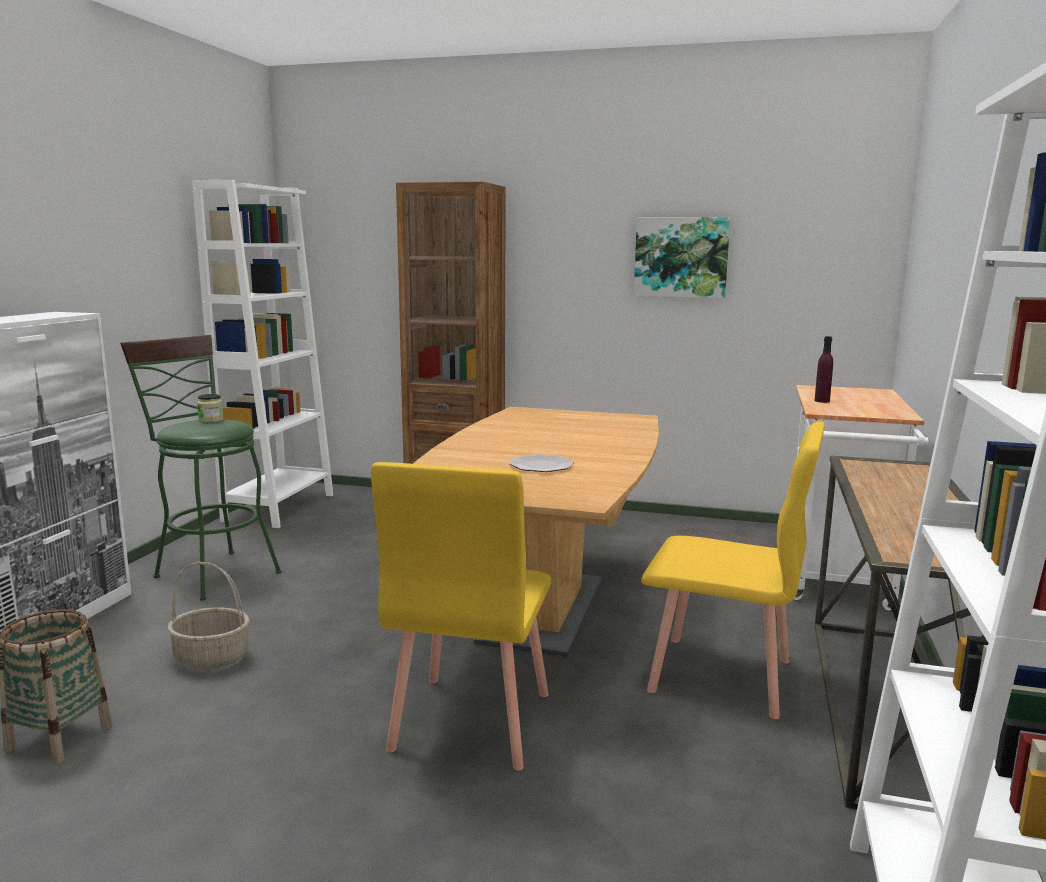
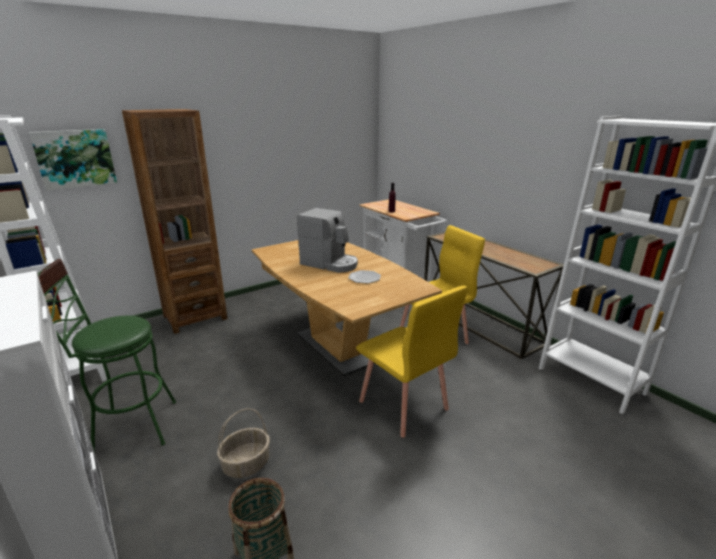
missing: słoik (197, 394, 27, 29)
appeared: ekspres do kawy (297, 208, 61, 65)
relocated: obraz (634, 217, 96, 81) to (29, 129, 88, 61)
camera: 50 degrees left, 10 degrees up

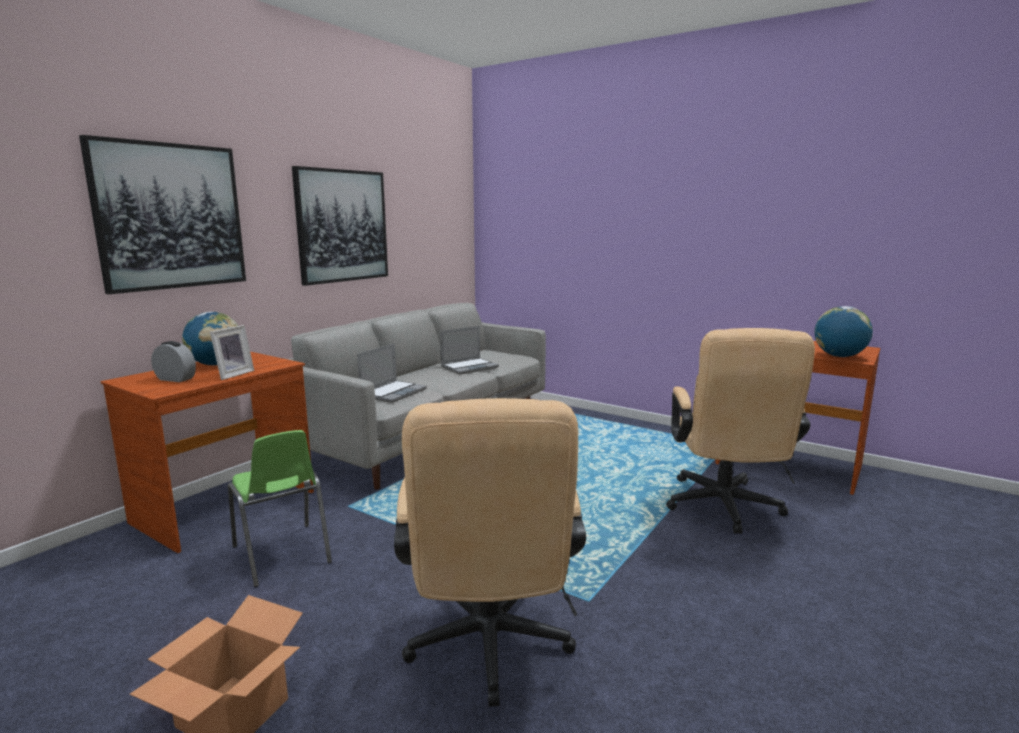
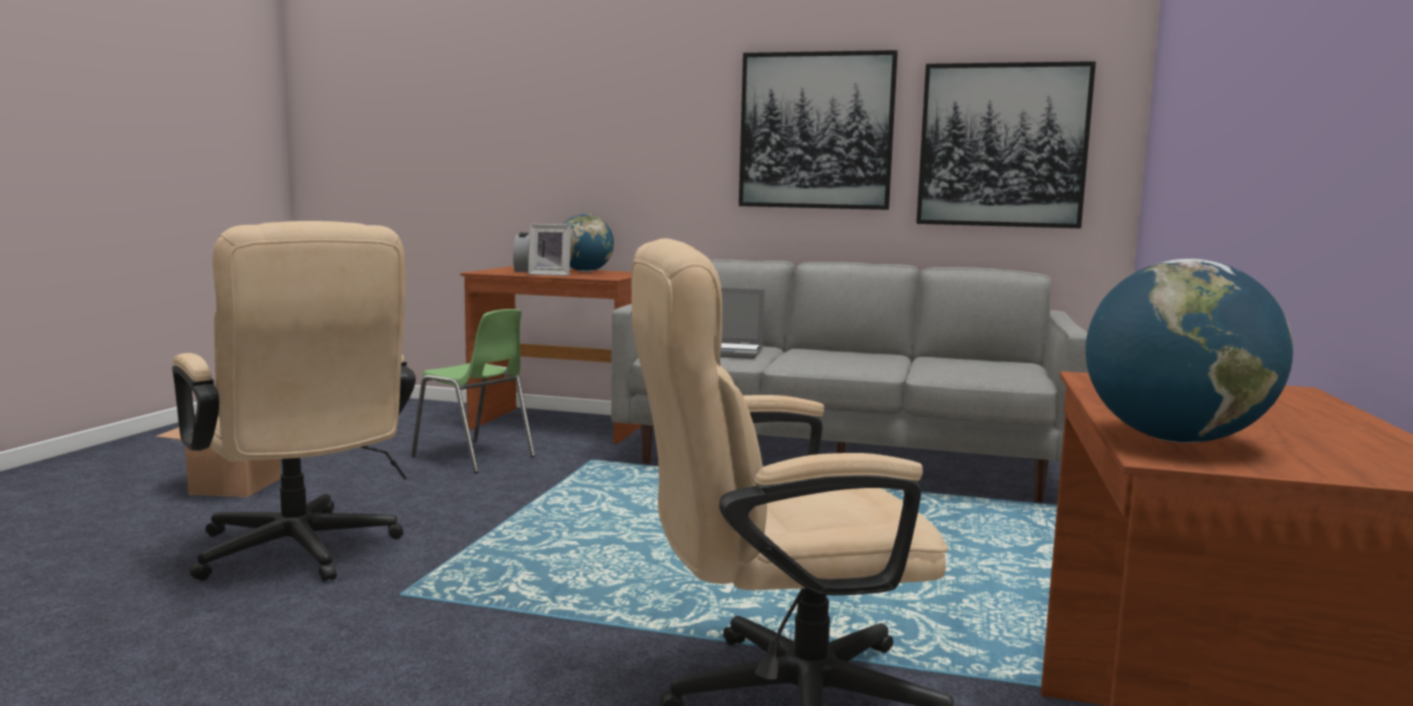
missing: laptop (440, 326, 59, 49)
relocated: obraz (79, 135, 167, 159) to (916, 61, 180, 167)
spun: krzesło biurowe (beżowy) (394, 398, 192, 309) = (172, 221, 244, 361) 105 degrees counterclockwise; krzesło (zielony) (228, 430, 104, 157) = (411, 309, 124, 164) 90 degrees counterclockwise
camera: 70 degrees right, 5 degrees down

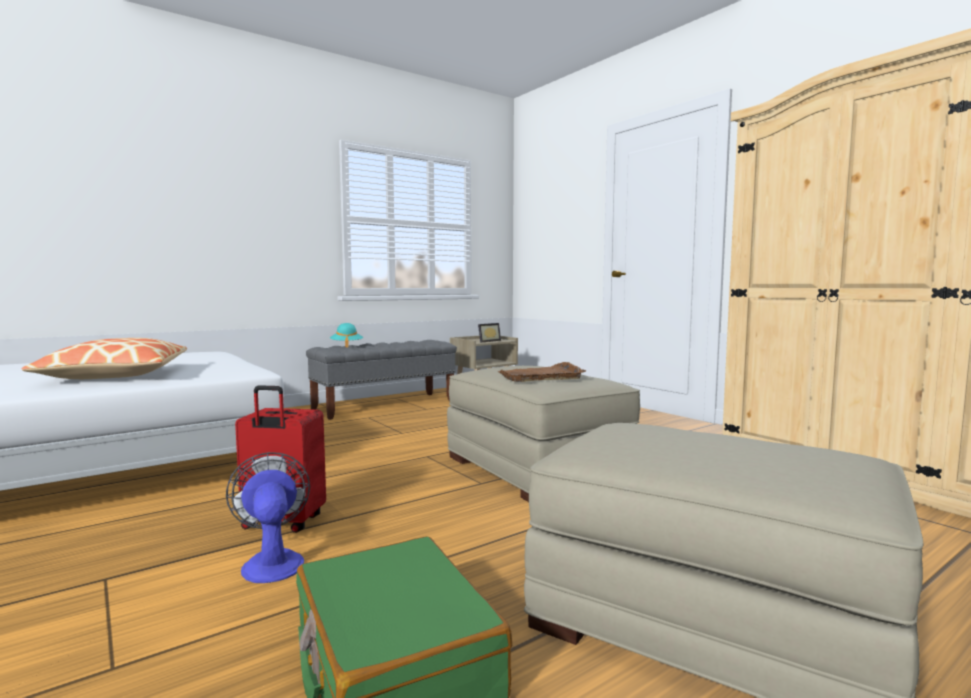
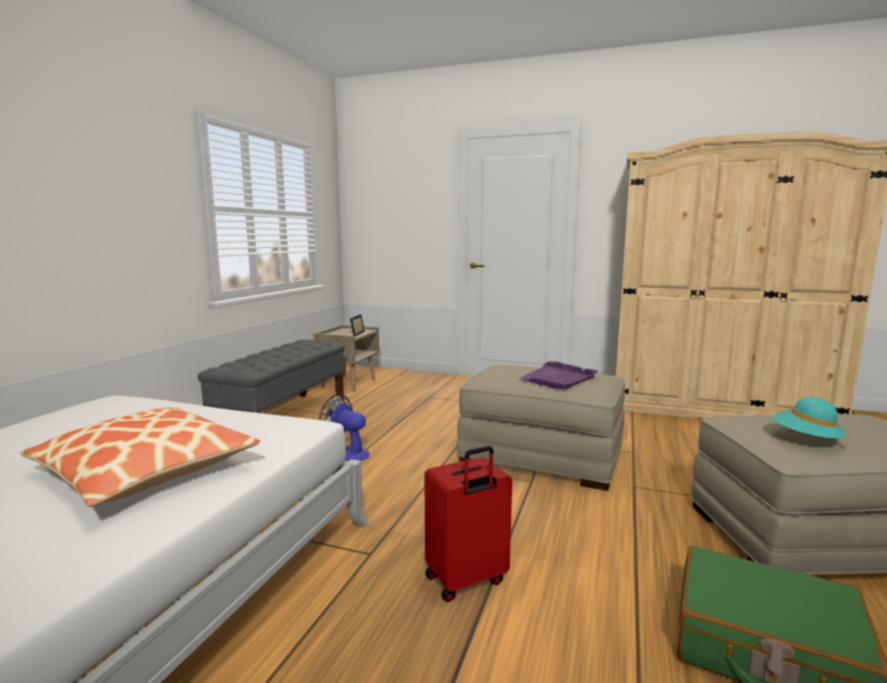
relocated: wentylator (226, 452, 84, 131) to (319, 394, 51, 67); kapelusz (turkusowy) (330, 323, 33, 25) to (773, 397, 75, 51)
colour: taca (brązowy) (498, 362, 88, 20) to taca (fioletowy) (519, 361, 80, 29)
camera: 35 degrees left, 5 degrees up

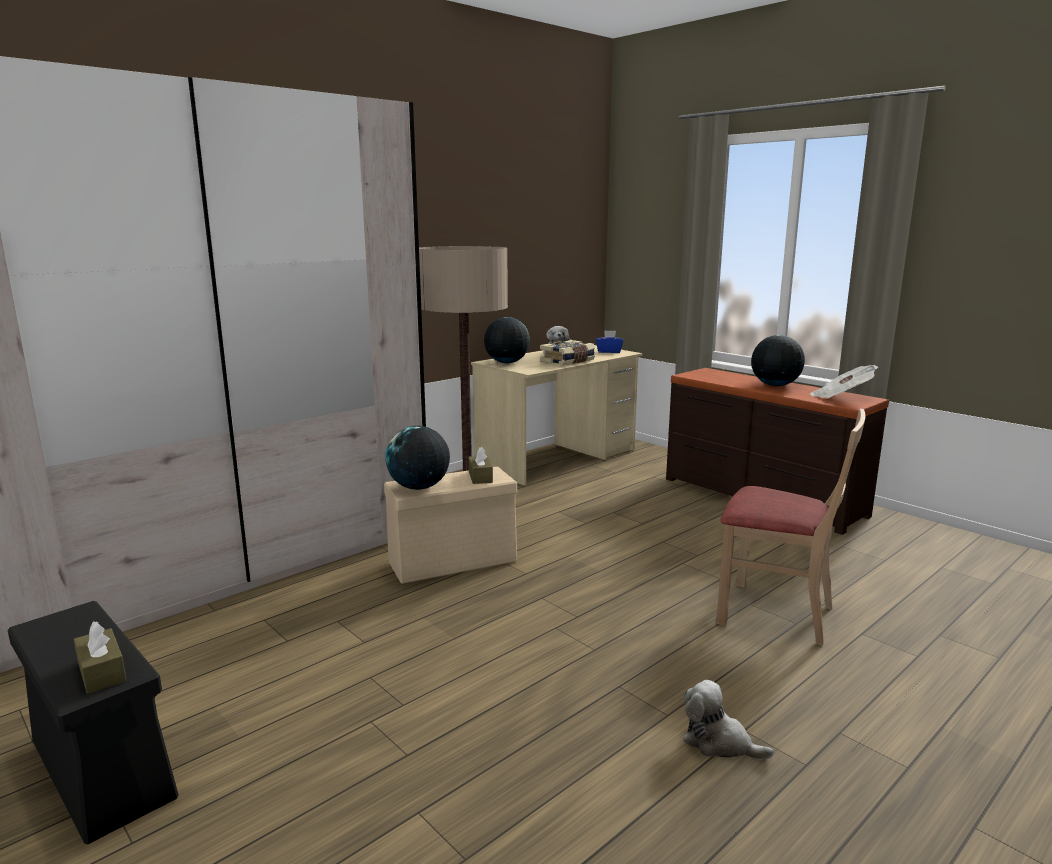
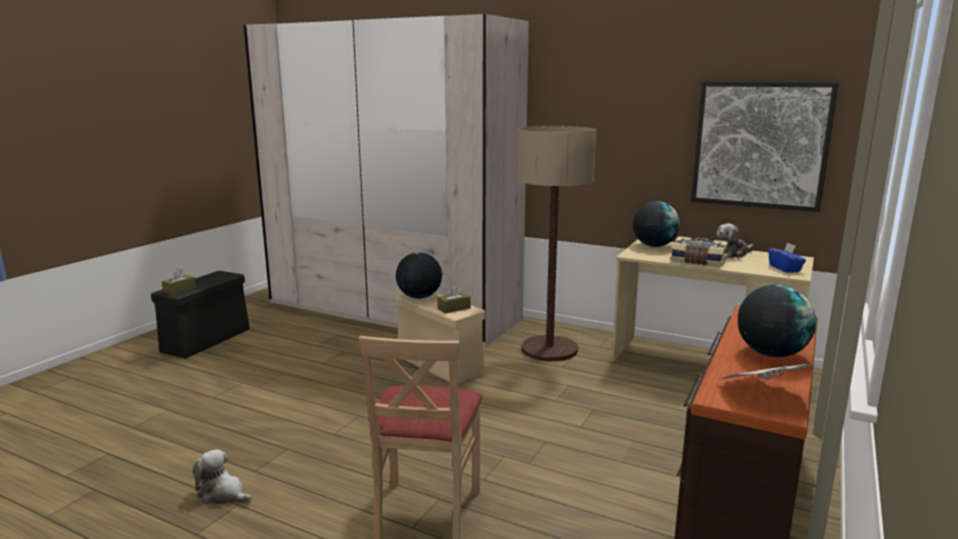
appeared: obraz (691, 81, 148, 131)
spun: pluszak (683, 680, 91, 80) = (192, 449, 60, 55) 75 degrees counterclockwise
camera: 70 degrees right, 0 degrees up

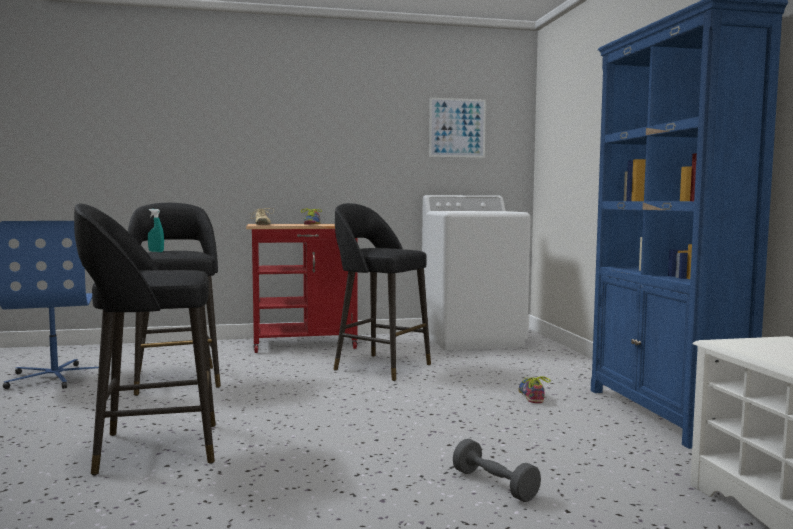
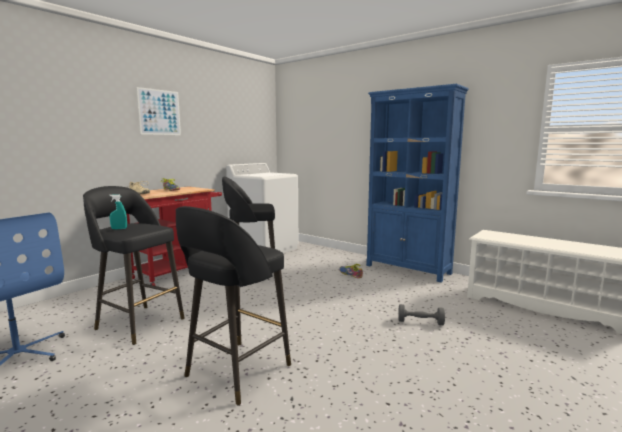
relocated: obraz (429, 97, 57, 61) to (136, 87, 45, 48)
camera: 40 degrees left, 5 degrees up

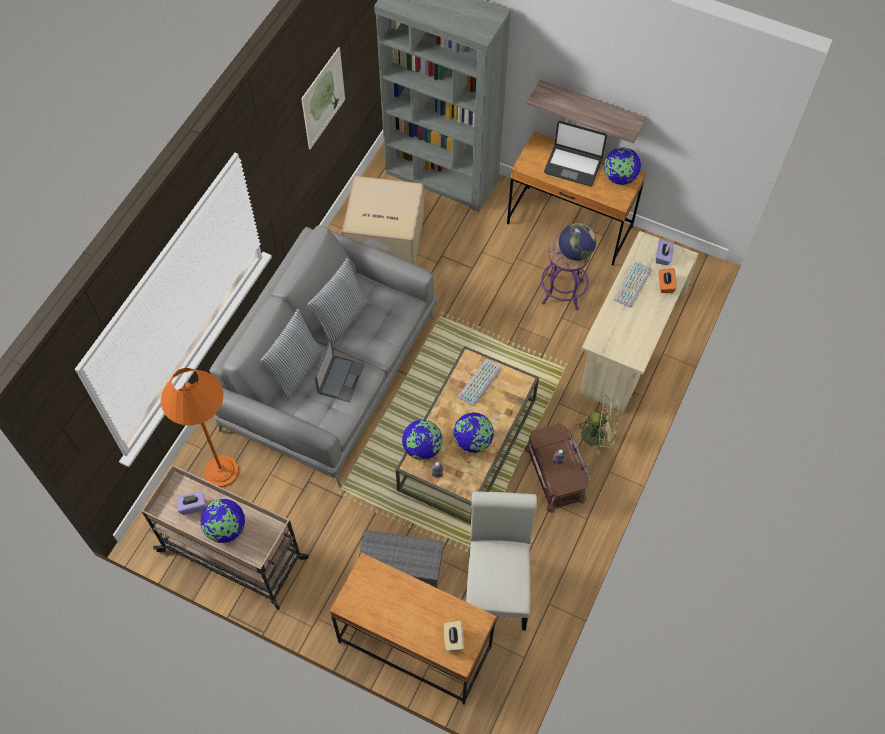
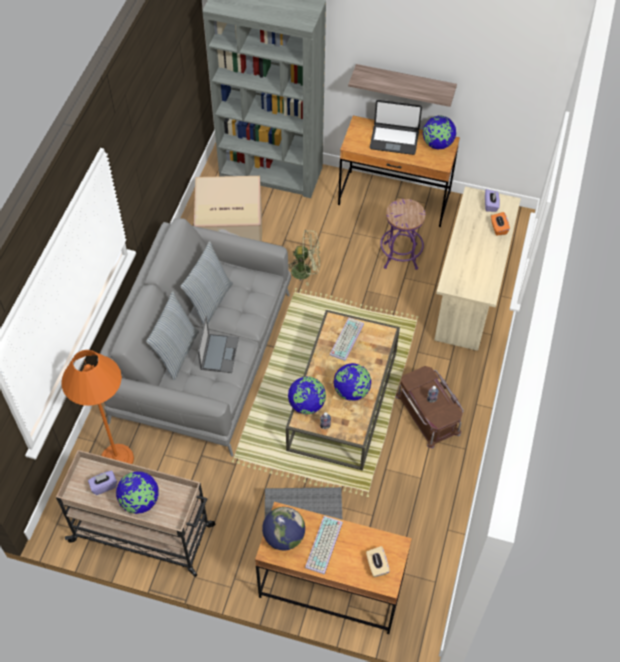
missing: obraz (301, 47, 44, 103); krzesło (biały) (466, 491, 71, 140)
relocated: globus (559, 223, 37, 38) to (262, 507, 43, 44); wentylator (zielony) (575, 395, 44, 60) to (289, 230, 31, 56); klawiatura (614, 261, 38, 47) to (305, 516, 38, 59)
camera: 10 degrees left, 5 degrees down

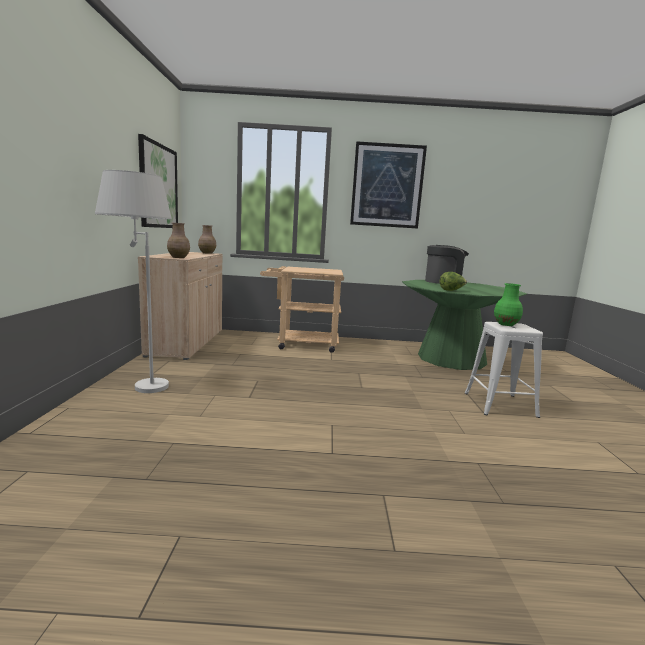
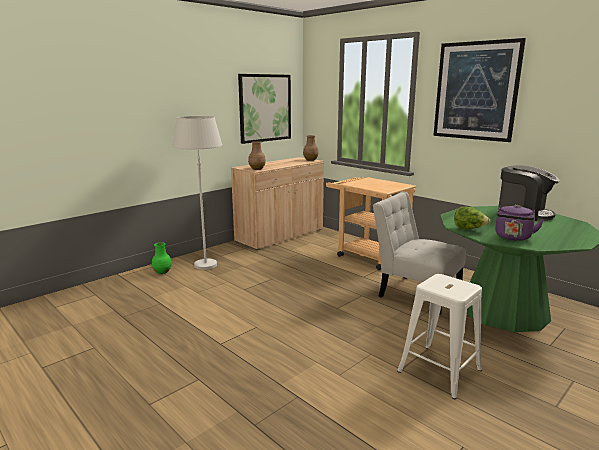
appeared: krzesło (biały) (373, 192, 93, 123); czajnik (fioletowy) (495, 205, 49, 36)
relocated: wazon (zielony) (494, 283, 29, 43) to (152, 242, 20, 32)
camera: 45 degrees right, 5 degrees up

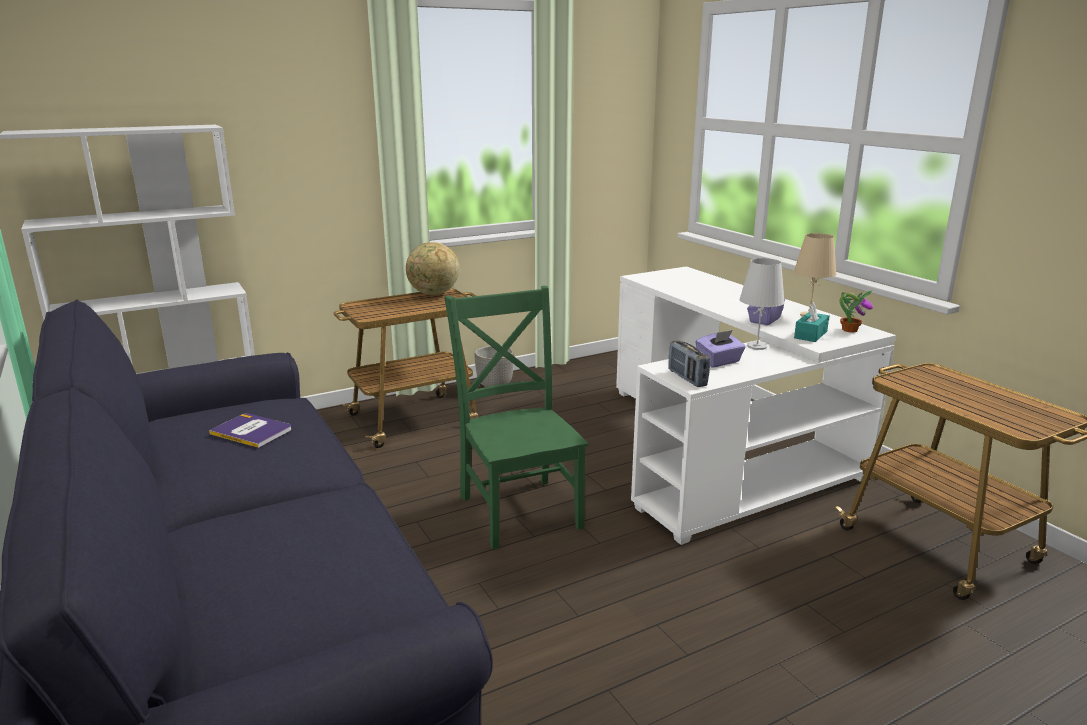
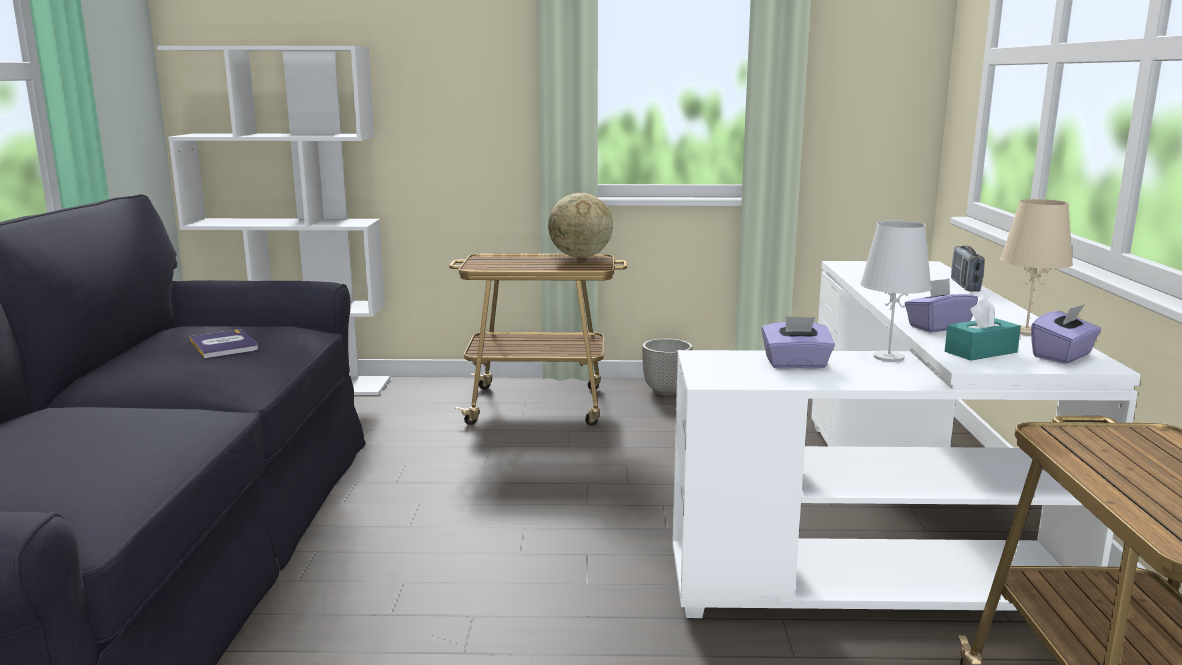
missing: krzesło (zielony) (444, 286, 145, 263)
relocated: radio (668, 340, 42, 47) to (951, 246, 34, 46)
exchanged: roślina doniczkowa (839, 290, 34, 42) to pudełko chusteczek (fioletowy) (1031, 304, 70, 60)
camera: 30 degrees right, 5 degrees down

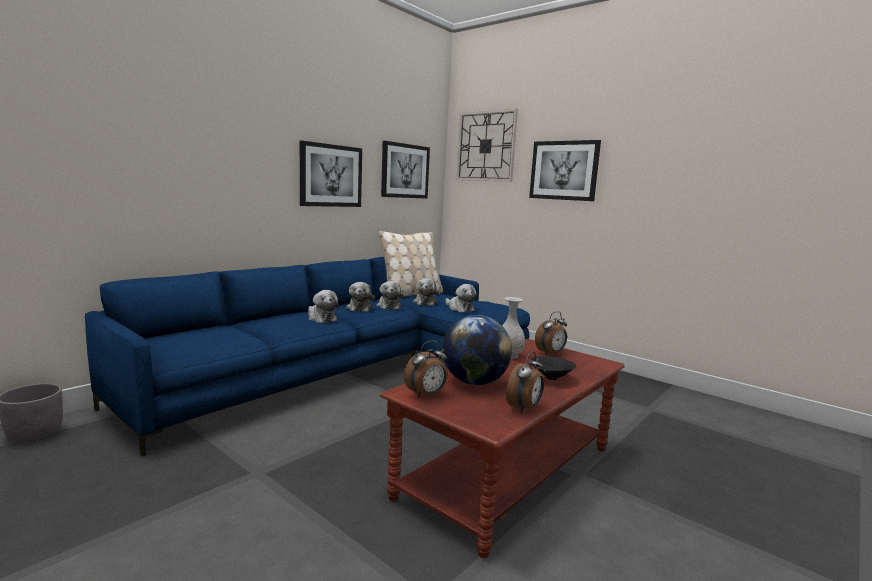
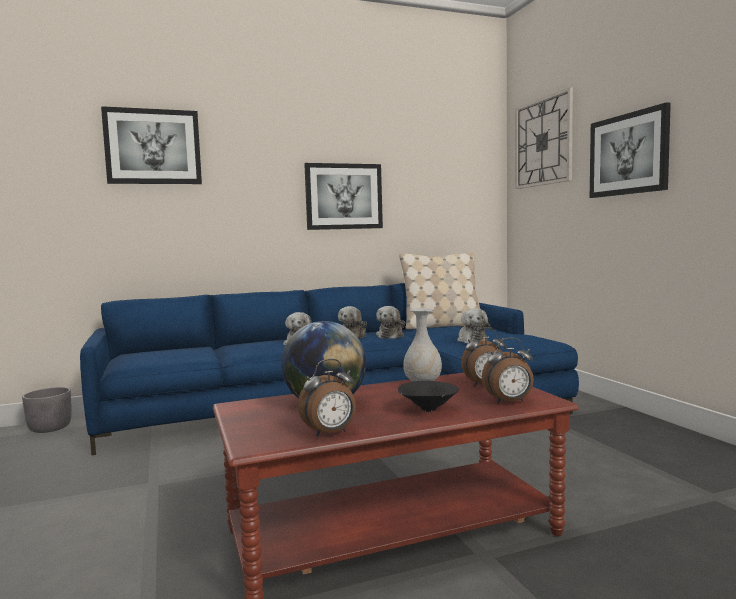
missing: pluszak (413, 278, 27, 28)
relocated: obraz (381, 141, 49, 58) to (101, 106, 101, 78); budzik (404, 341, 43, 57) to (482, 337, 52, 67)
camera: 30 degrees right, 5 degrees down

